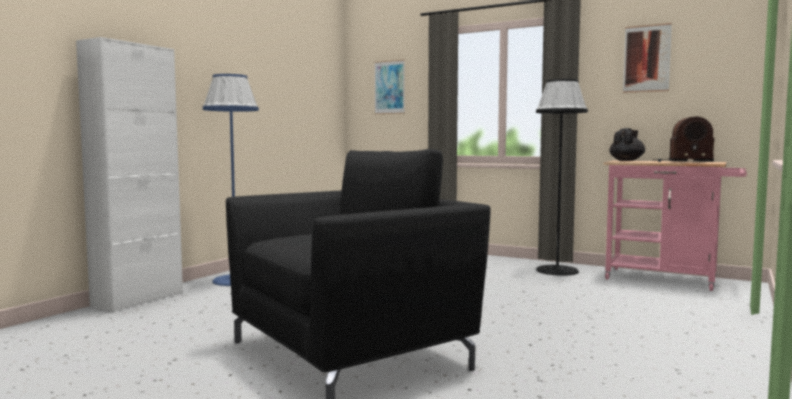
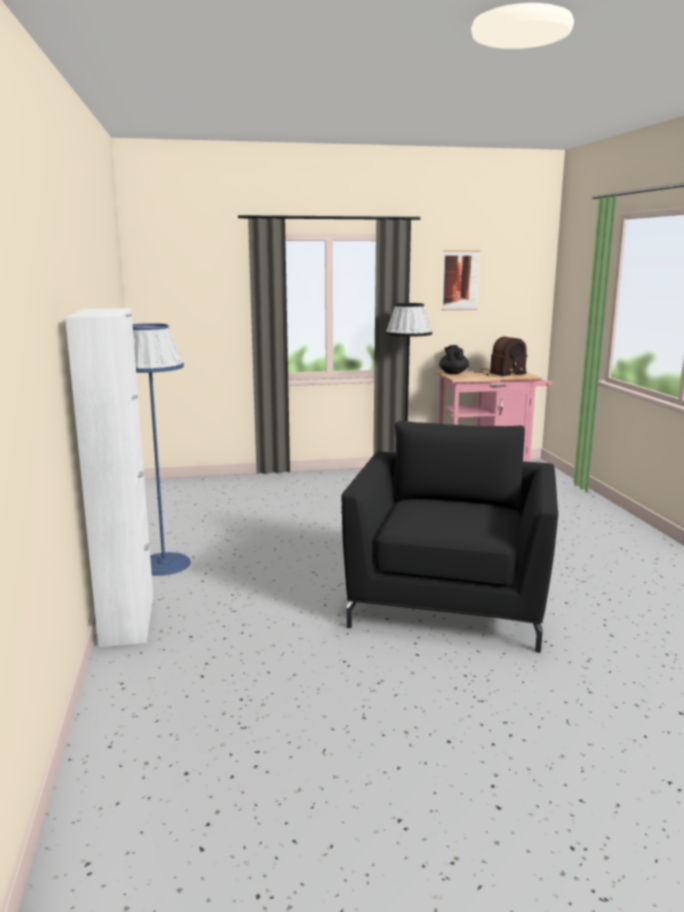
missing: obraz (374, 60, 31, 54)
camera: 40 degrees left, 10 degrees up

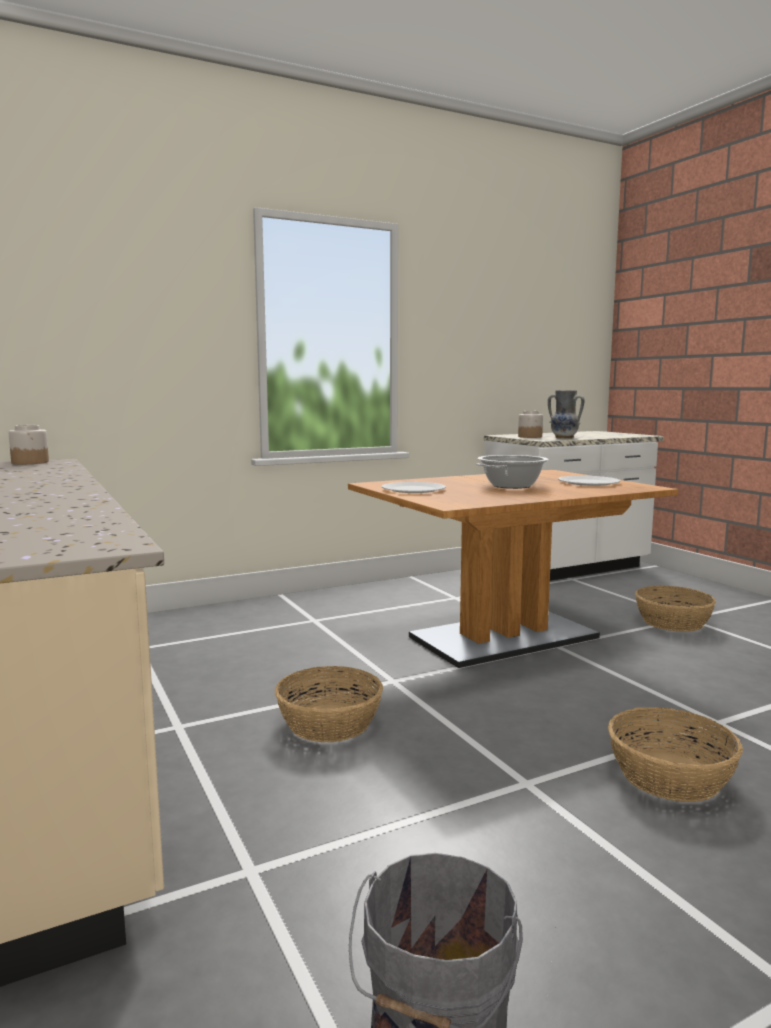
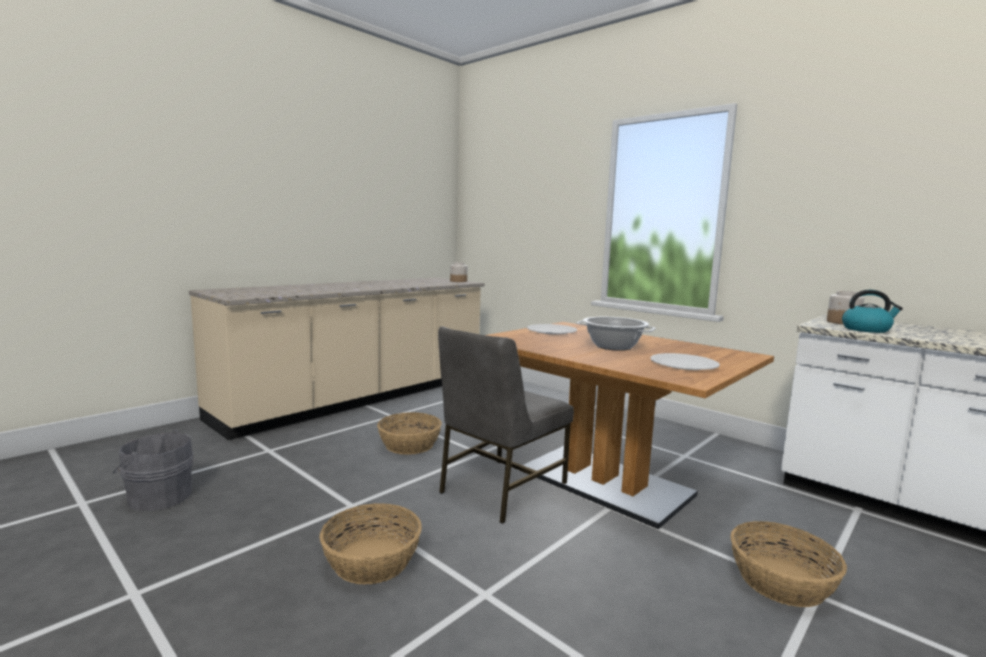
appeared: krzesło (szary) (438, 326, 136, 198)
exchanged: wazon (548, 390, 37, 49) to czajnik (842, 290, 61, 43)
camera: 70 degrees right, 0 degrees up

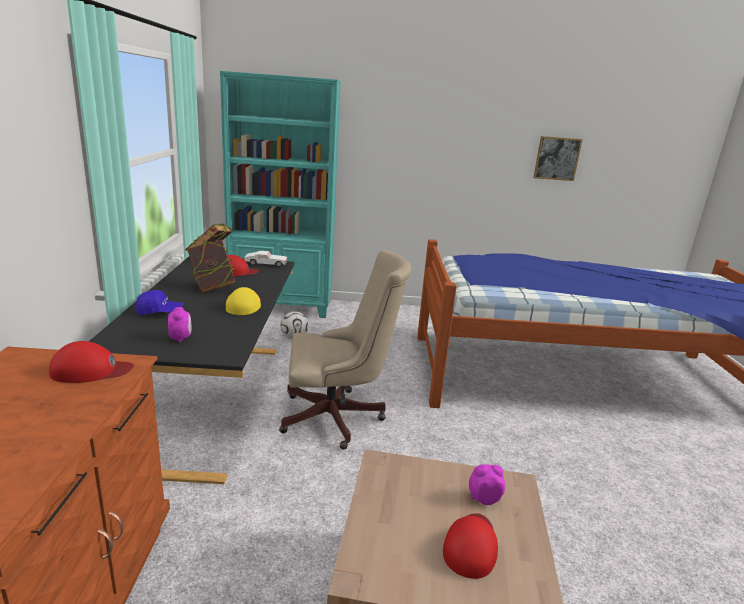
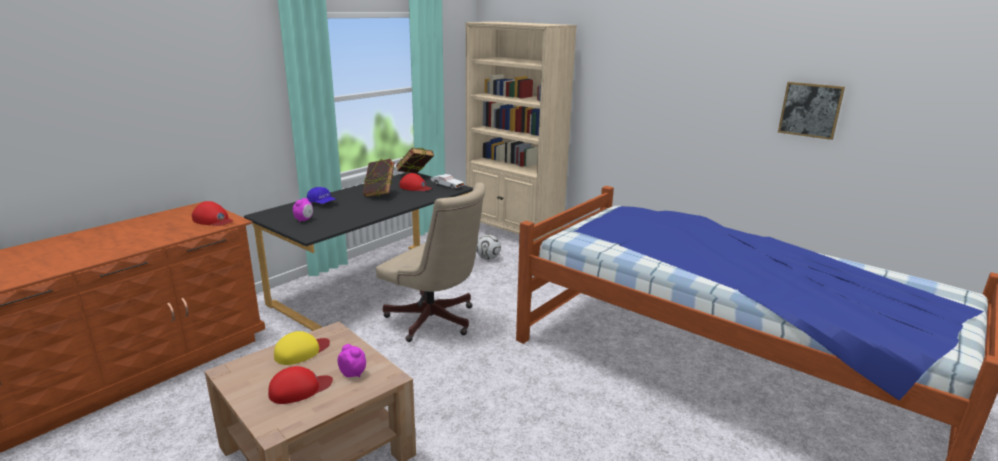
relocated: czapka z daszkiem (żółty) (226, 287, 35, 28) to (274, 331, 56, 34)
colour: regał (turkusowy) (220, 71, 121, 247) to regał (beżowy) (466, 22, 111, 220)
camera: 40 degrees right, 0 degrees up

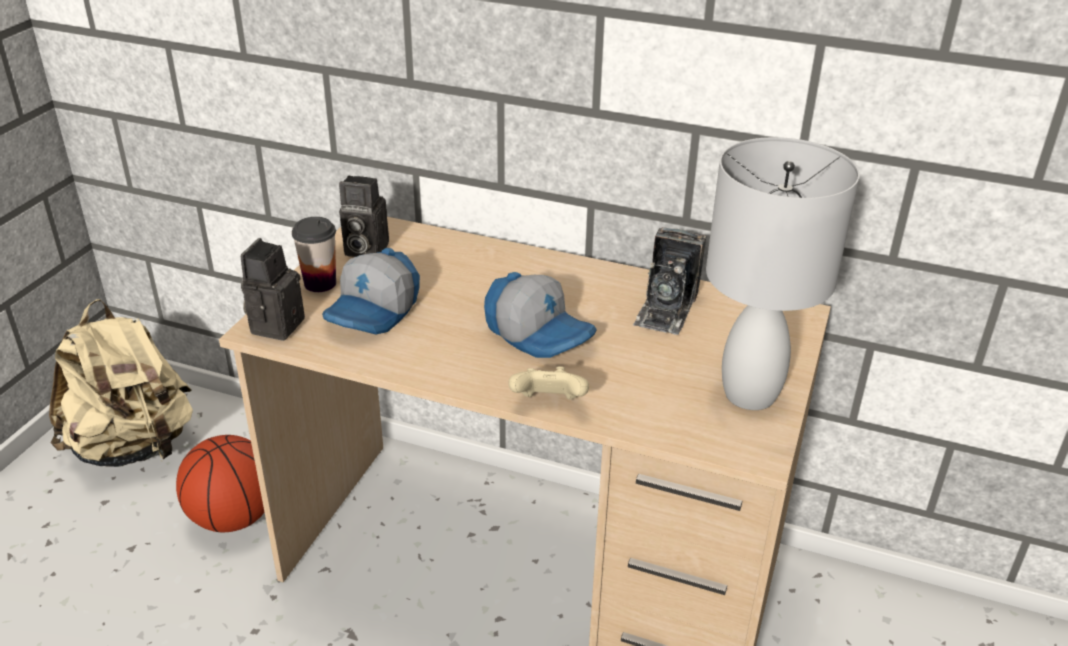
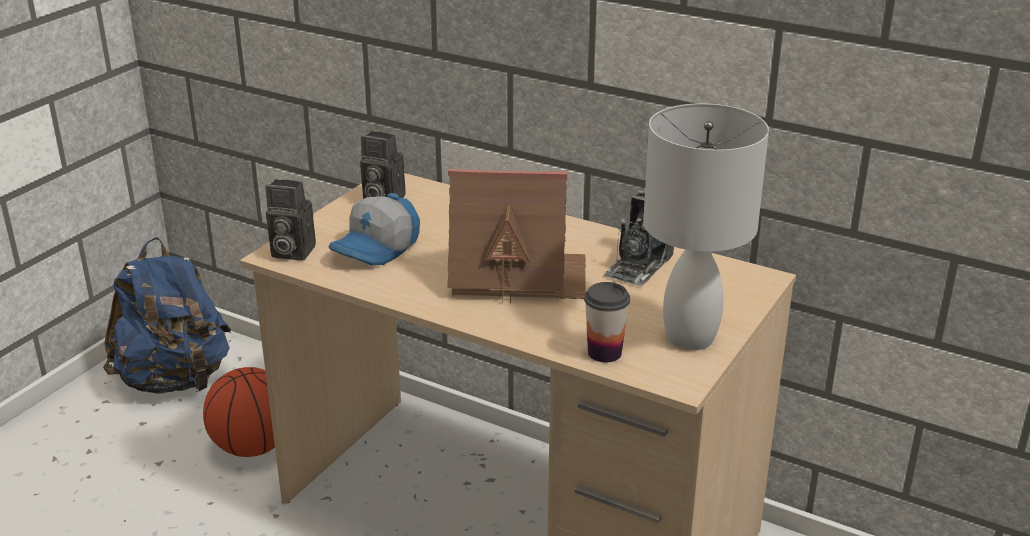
missing: pad do gier (beżowy) (508, 366, 81, 34)
relocated: filiżanka (292, 217, 44, 75) to (584, 282, 46, 80)
exchanged: czapka z daszkiem (484, 272, 113, 86) to domek (447, 169, 139, 135)
colour: plecak (beżowy) (49, 299, 144, 168) to plecak (niebieski) (103, 237, 128, 157)
spun: aparat fotograficzny (241, 238, 64, 103) = (265, 179, 51, 82) 105 degrees counterclockwise
camera: 10 degrees right, 5 degrees down

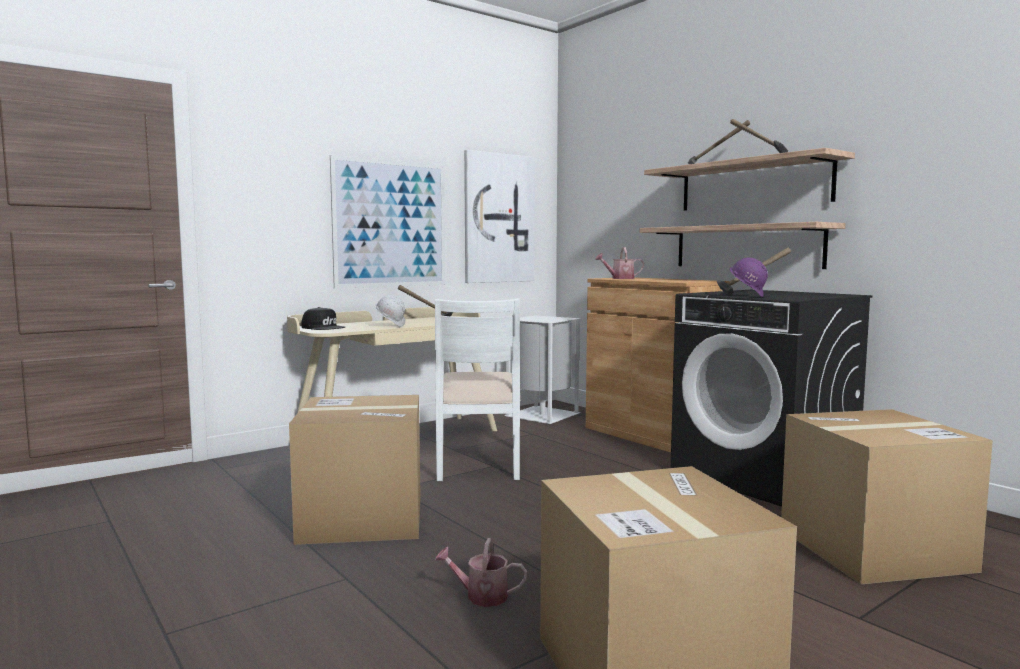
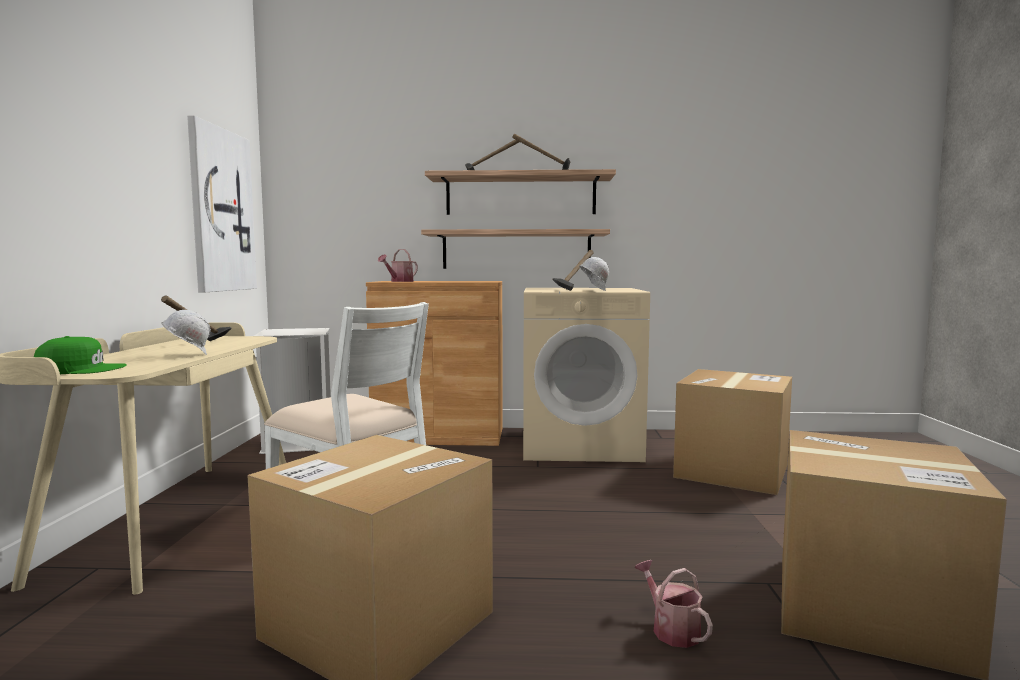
missing: obraz (330, 155, 116, 134)
colour: czapka z daszkiem (czarny) (302, 307, 43, 23) to czapka z daszkiem (zielony) (34, 336, 93, 38); pralka (czarny) (671, 290, 201, 217) to pralka (beżowy) (523, 288, 127, 174); kask (fioletowy) (730, 258, 38, 39) to kask (biały) (579, 257, 30, 34)
spun: konewka (435, 538, 92, 69) = (635, 560, 78, 88) 105 degrees clockwise
camera: 50 degrees left, 0 degrees up

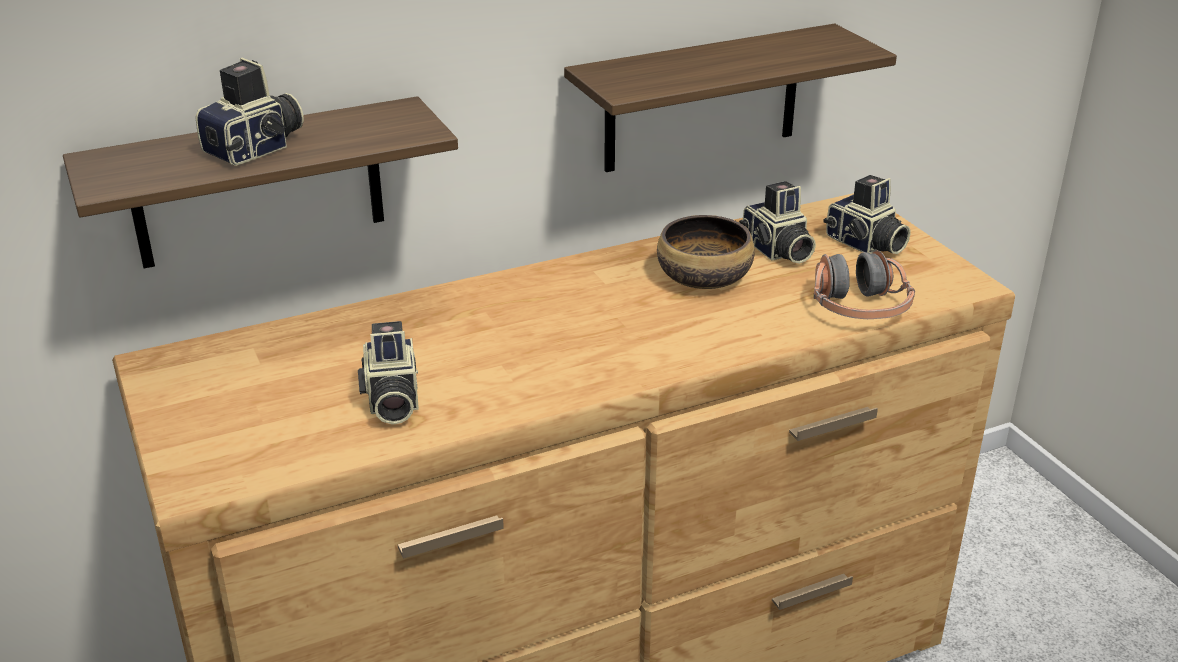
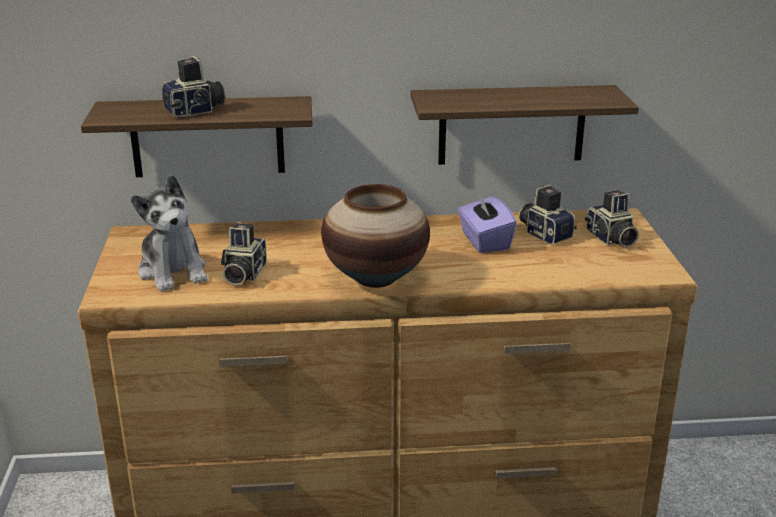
missing: słuchawki (814, 250, 101, 69)
appeared: pluszak (131, 175, 77, 117); wazon (321, 184, 109, 104)
exchanged: miska (657, 215, 98, 74) to pudełko chusteczek (fioletowy) (458, 191, 59, 62)
spun: aparat fotograficzny (739, 181, 77, 83) = (519, 184, 58, 61) 150 degrees clockwise
camera: 20 degrees right, 5 degrees down

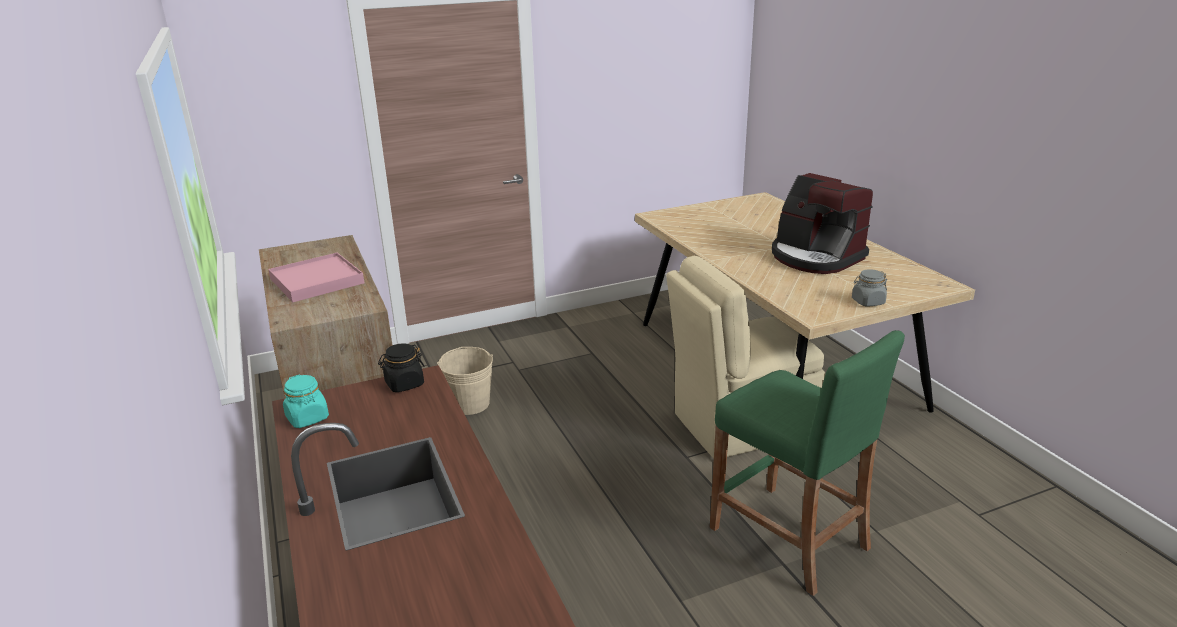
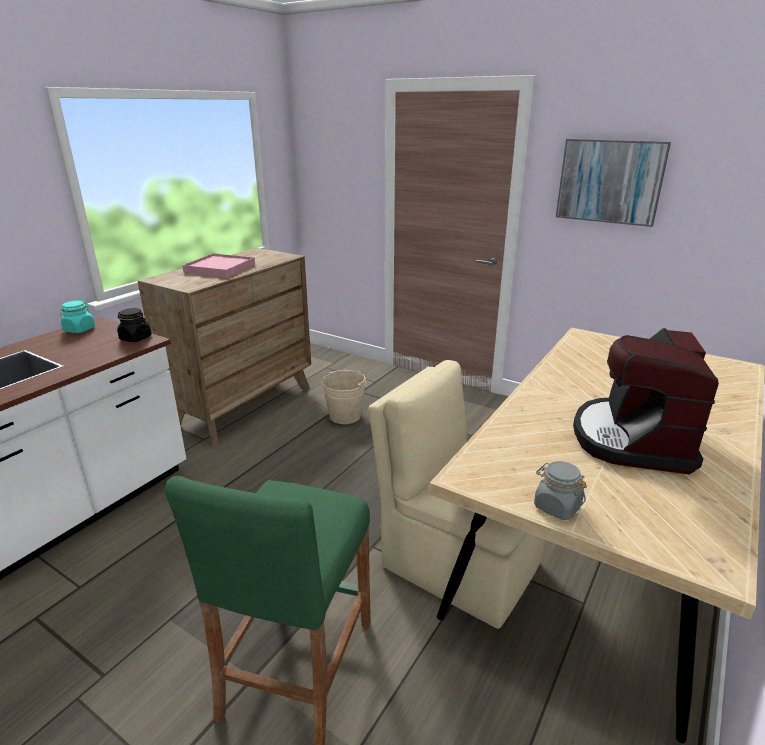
appeared: obraz (556, 139, 115, 88)
camera: 55 degrees right, 0 degrees up

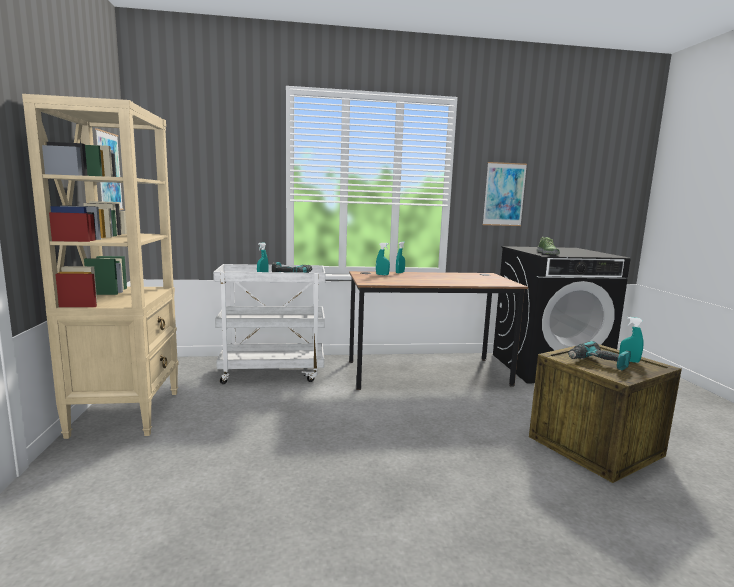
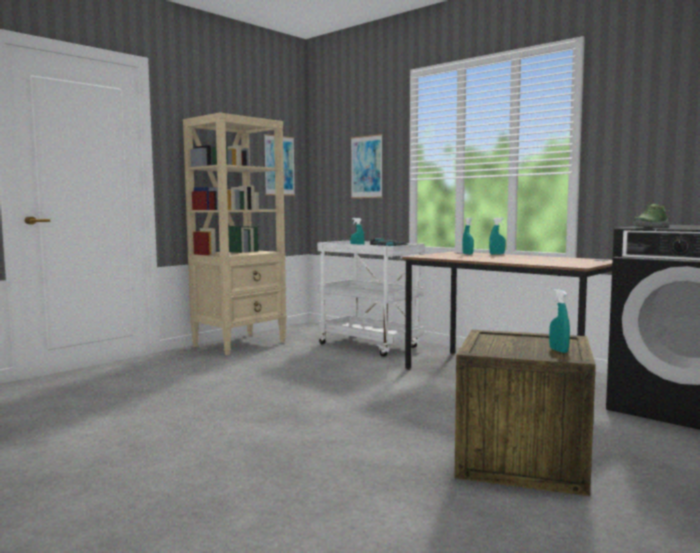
missing: wiertarka (568, 341, 63, 30)
relocated: obraz (483, 162, 44, 64) to (351, 134, 32, 64)
camera: 50 degrees right, 5 degrees down

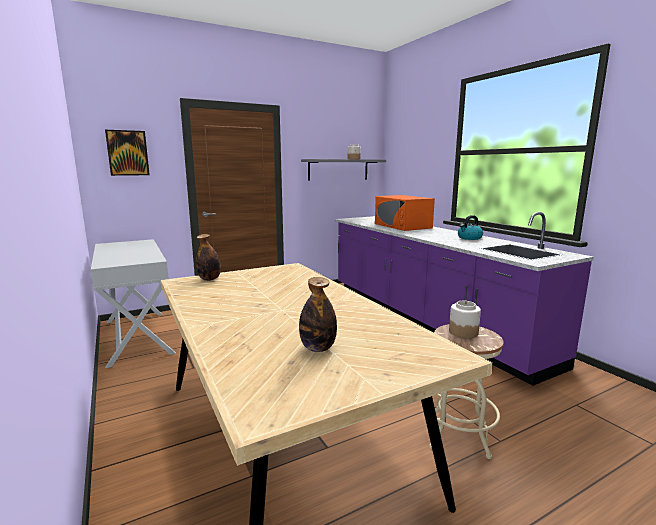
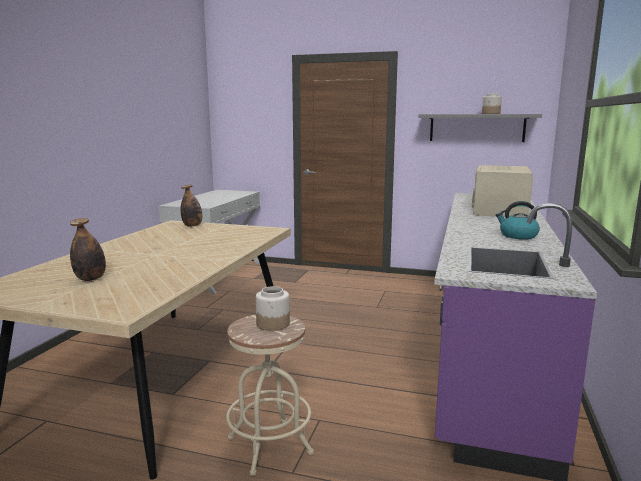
missing: obraz (105, 130, 45, 46)
colour: mikrofalówka (pomarańczowy) (375, 195, 60, 36) to mikrofalówka (beżowy) (472, 165, 61, 52)
camera: 45 degrees right, 0 degrees up

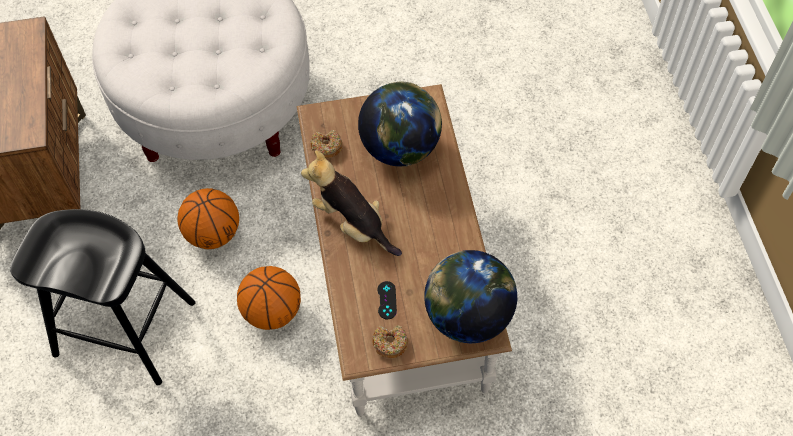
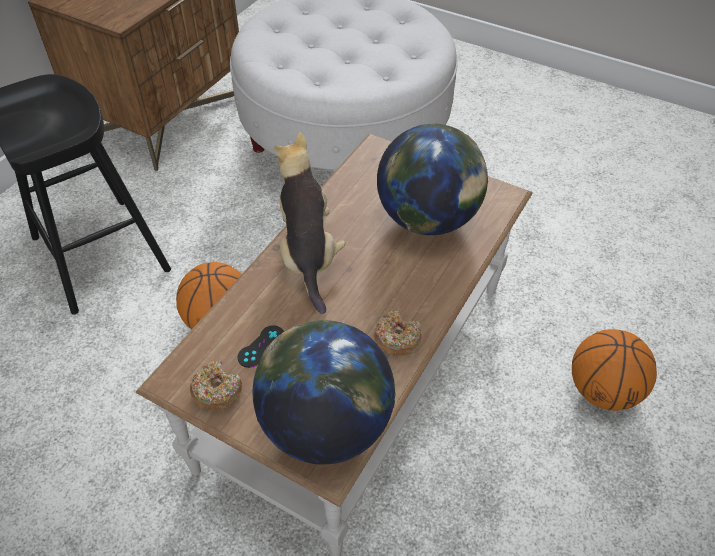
relocated: donut (311, 130, 31, 28) to (374, 310, 47, 45); piłka do koszykówki (177, 188, 62, 61) to (572, 329, 85, 82)
camera: 40 degrees right, 10 degrees down

